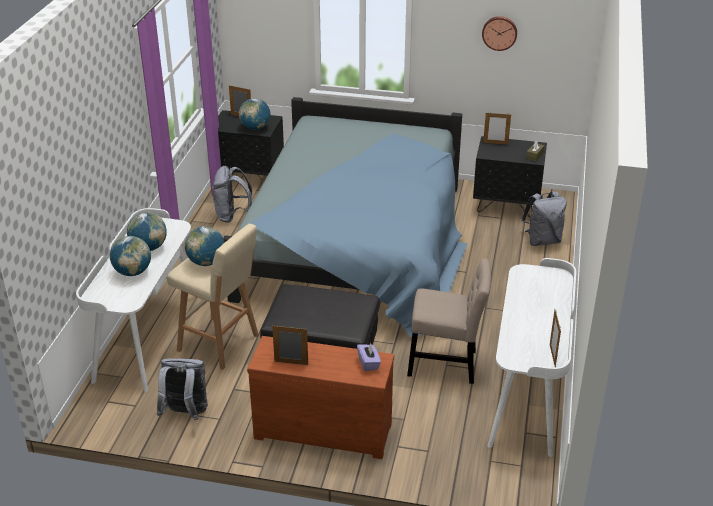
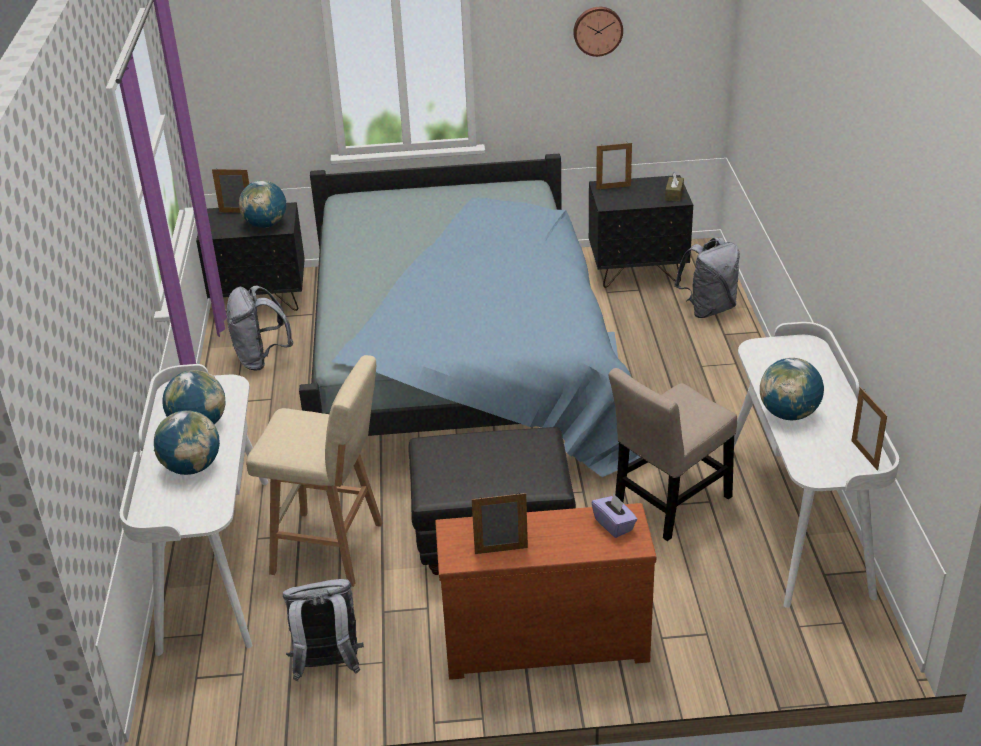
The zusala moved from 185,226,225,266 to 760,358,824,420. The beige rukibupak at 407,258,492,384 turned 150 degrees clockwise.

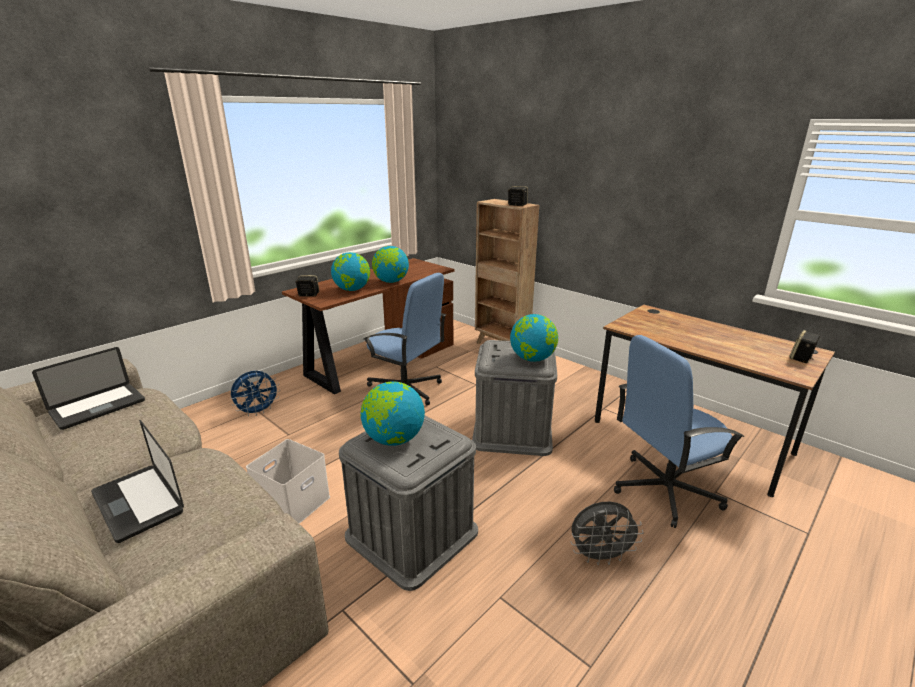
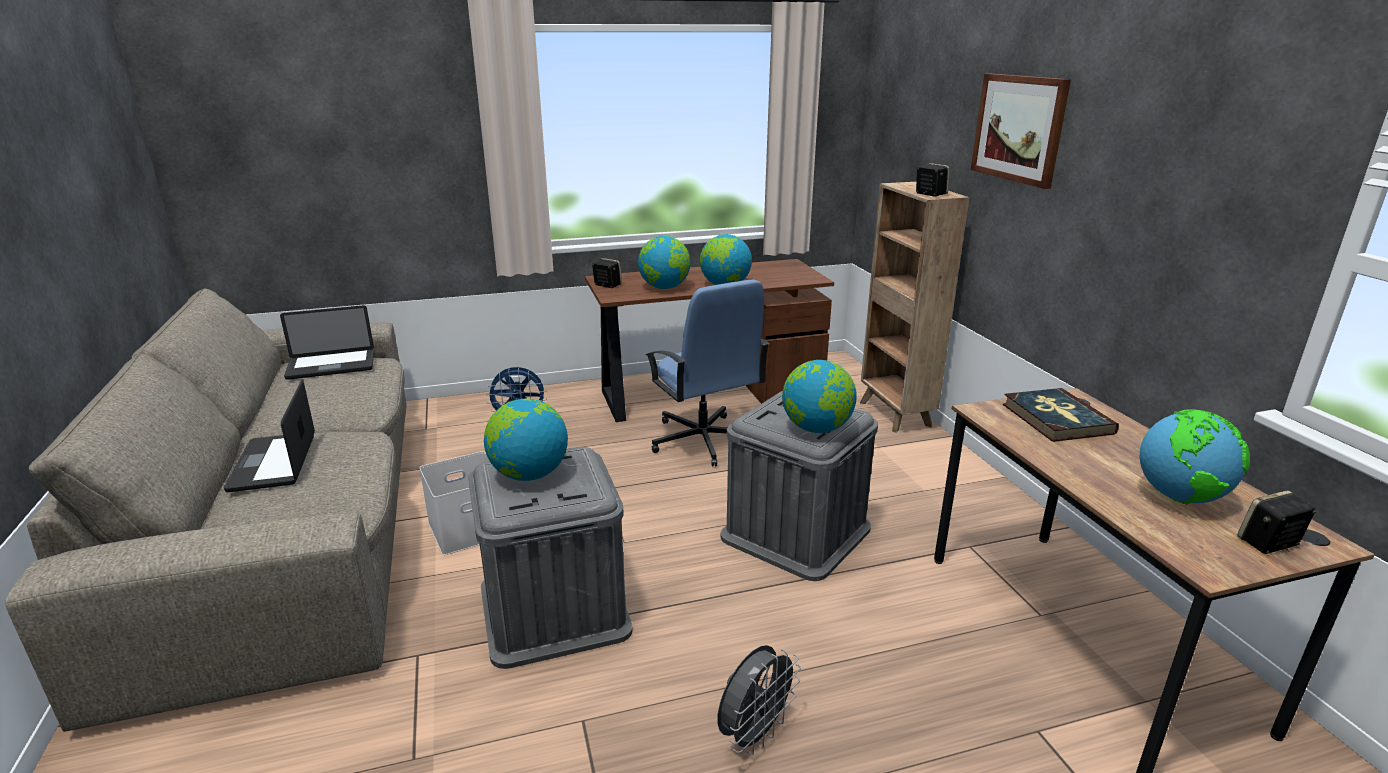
The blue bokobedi at 614,335,744,528 disappeared. The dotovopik at 971,74,1071,189 appeared. The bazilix at 1003,388,1119,442 appeared. The zusala at 1140,410,1250,504 appeared. The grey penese at 571,502,644,565 turned 75 degrees counterclockwise.

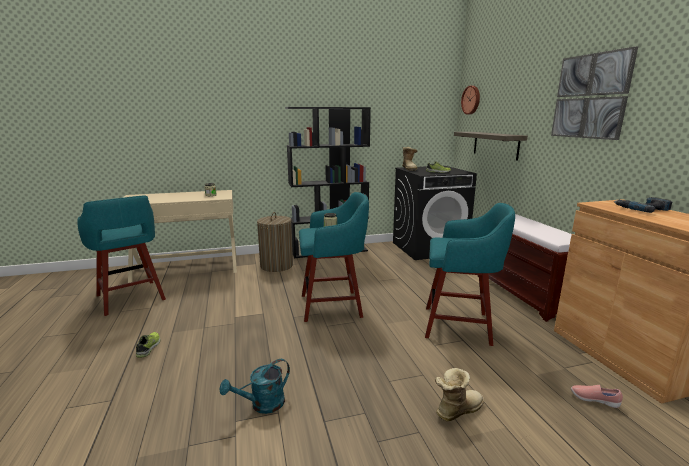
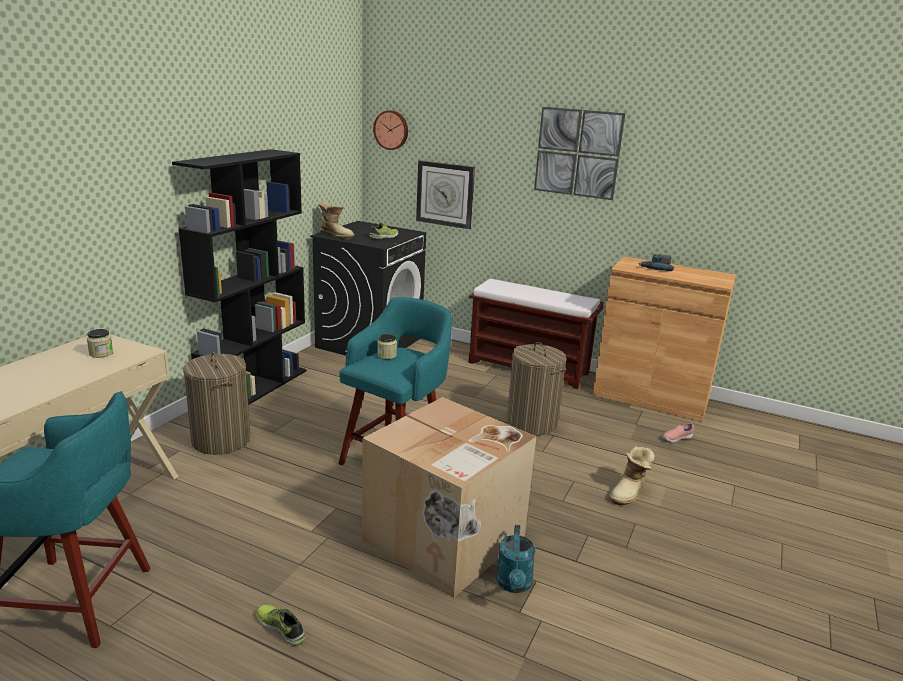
The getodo at 362,397,536,598 appeared. The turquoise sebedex at 425,203,515,346 was replaced by the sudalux at 507,342,567,435. The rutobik at 454,132,528,160 was replaced by the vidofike at 416,160,475,229. The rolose at 435,368,484,421 turned 150 degrees counterclockwise.

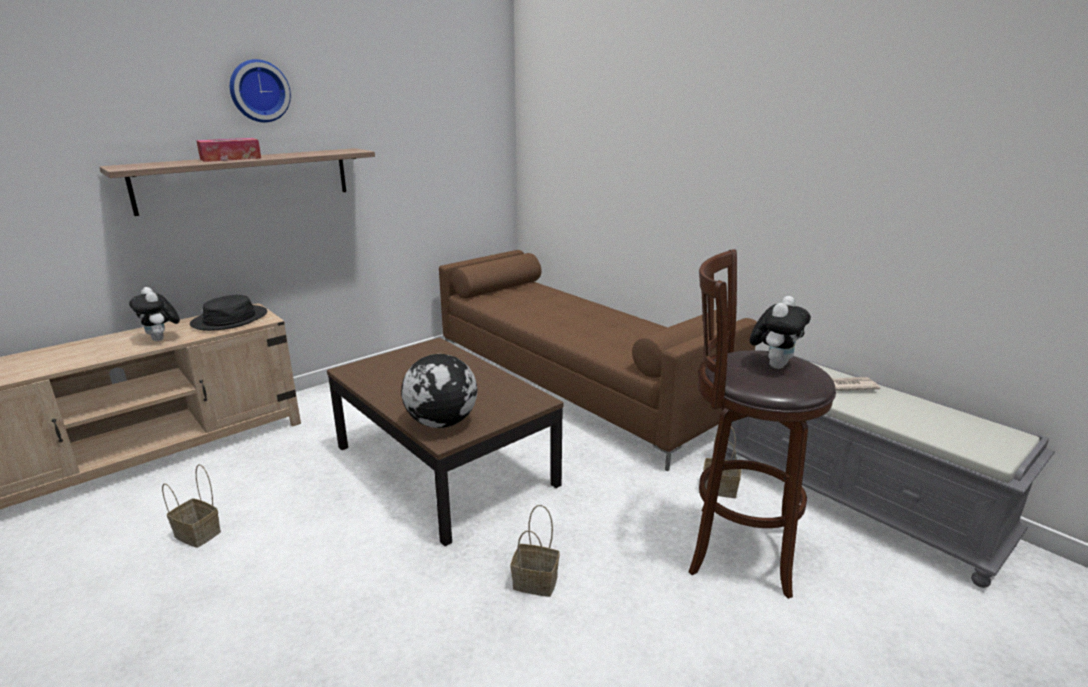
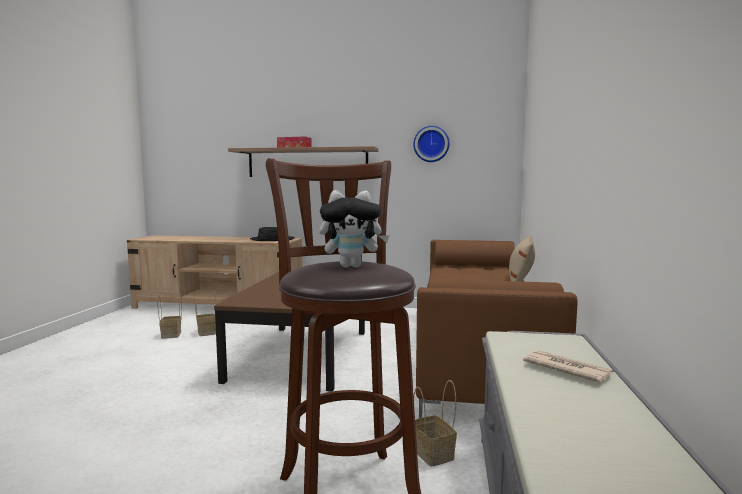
The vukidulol at 129,287,180,341 disappeared. The zusala at 401,354,477,428 disappeared. The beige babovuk at 509,235,535,282 appeared. The vidofike moved from 230,59,291,122 to 413,126,450,162. The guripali moved from 511,505,560,597 to 194,292,217,336.

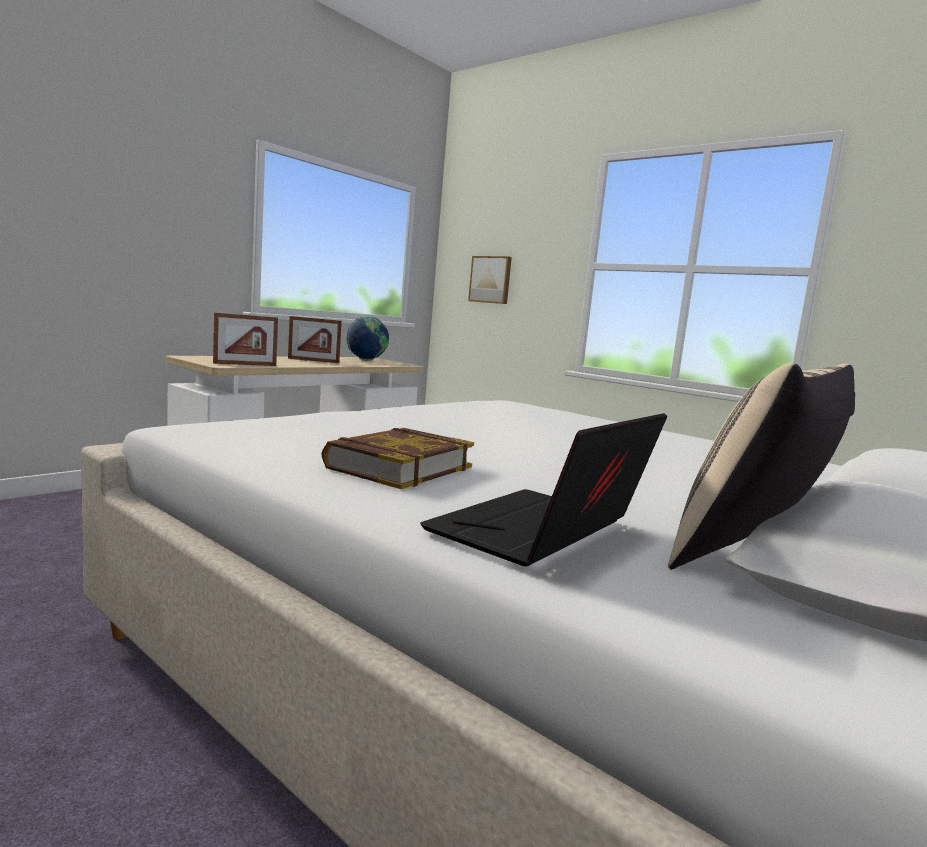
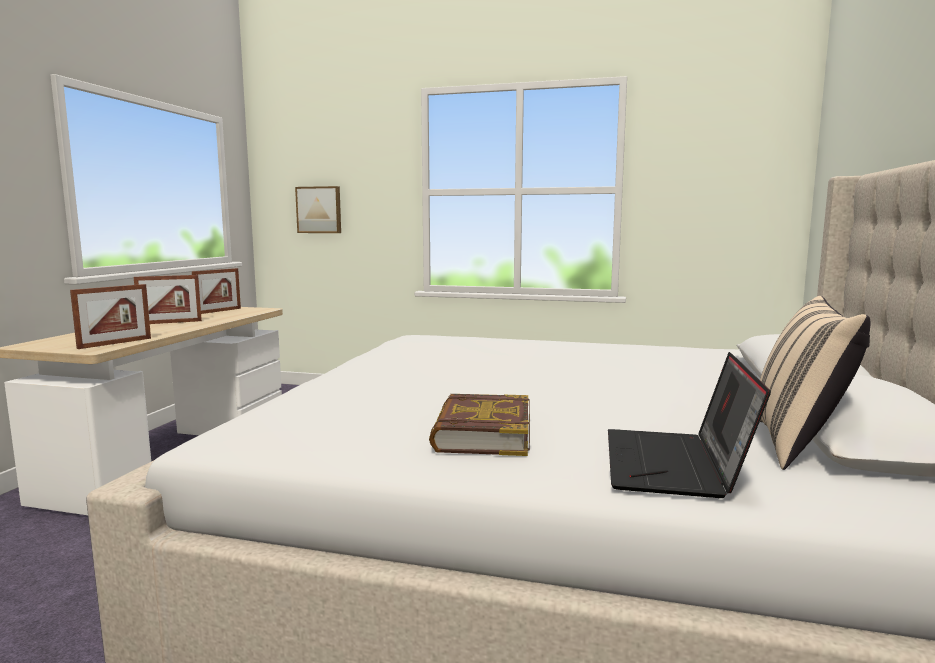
The zusala at 346,316,389,360 was replaced by the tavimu at 192,268,241,314.

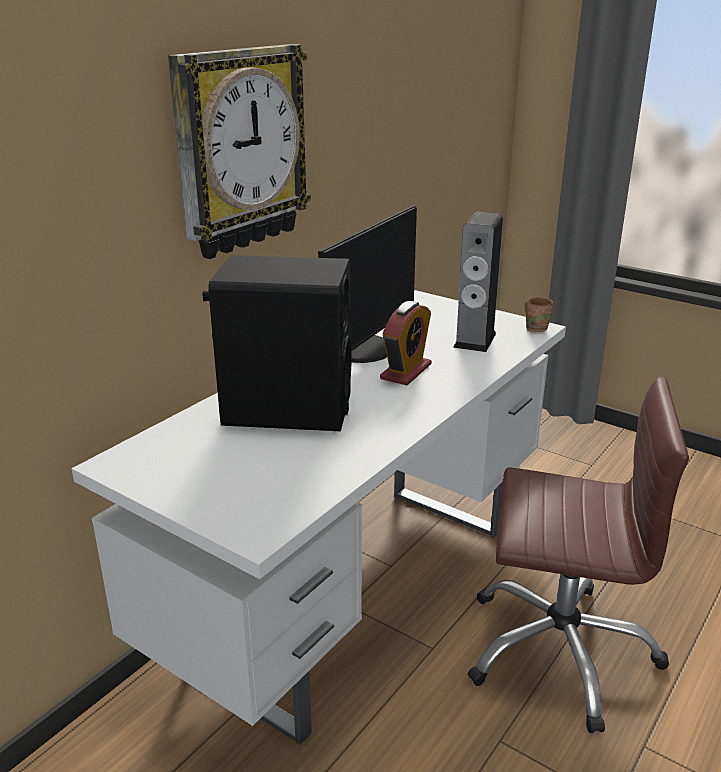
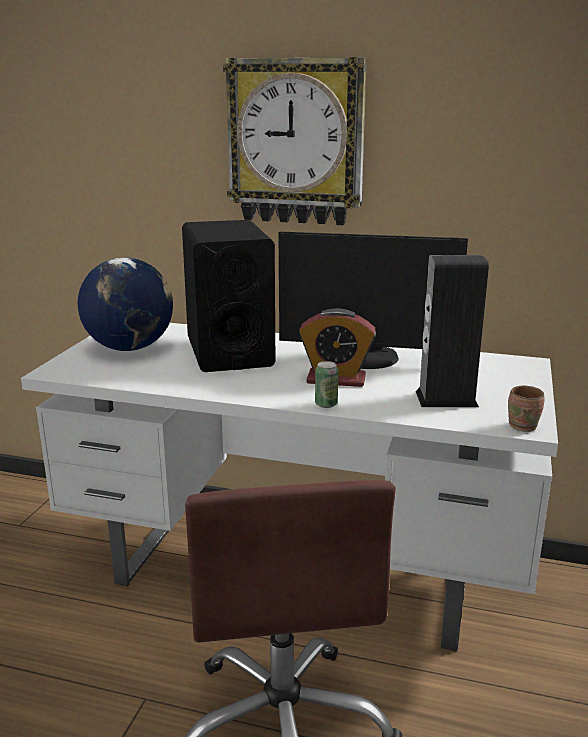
The zusala at 78,257,173,351 appeared. The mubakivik at 315,361,338,408 appeared.

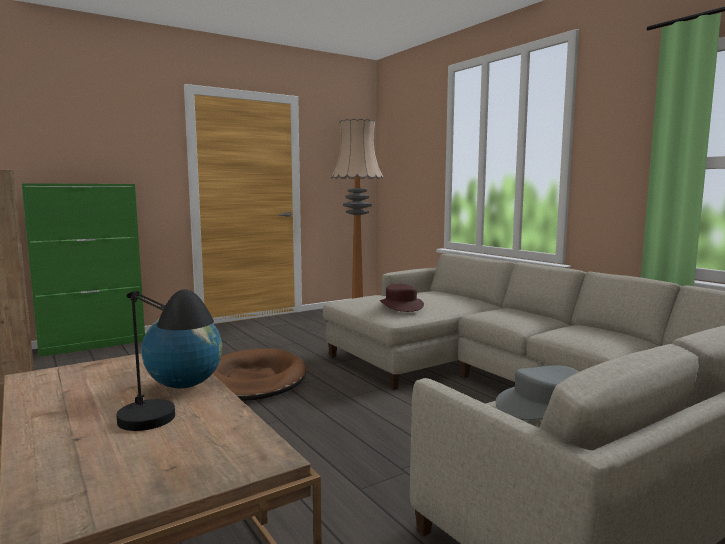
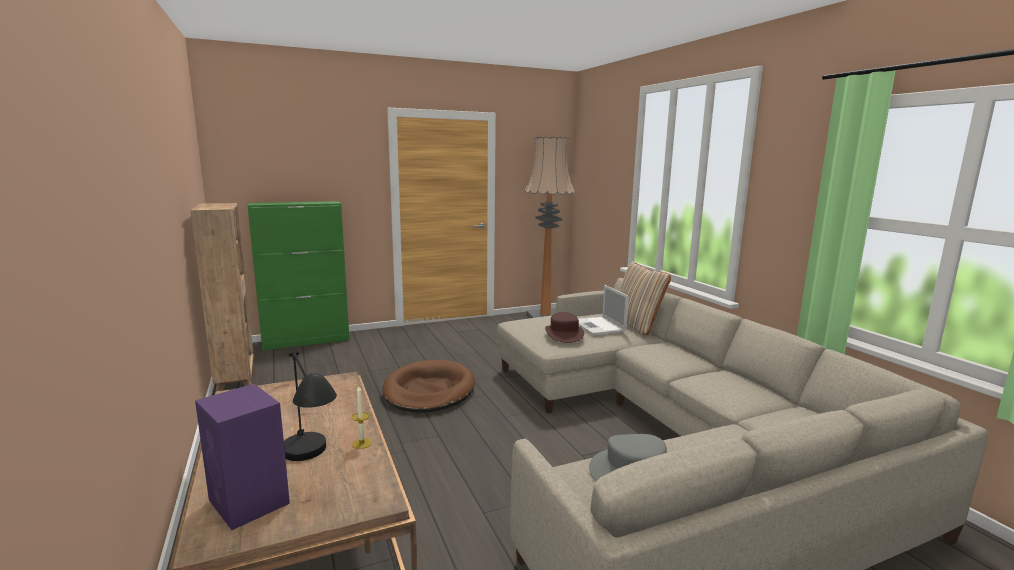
The zusala at 141,319,222,388 disappeared. The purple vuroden at 195,384,290,530 appeared. The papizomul at 352,386,372,449 appeared. The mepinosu at 578,285,629,335 appeared. The beige babovuk at 619,262,671,336 appeared.

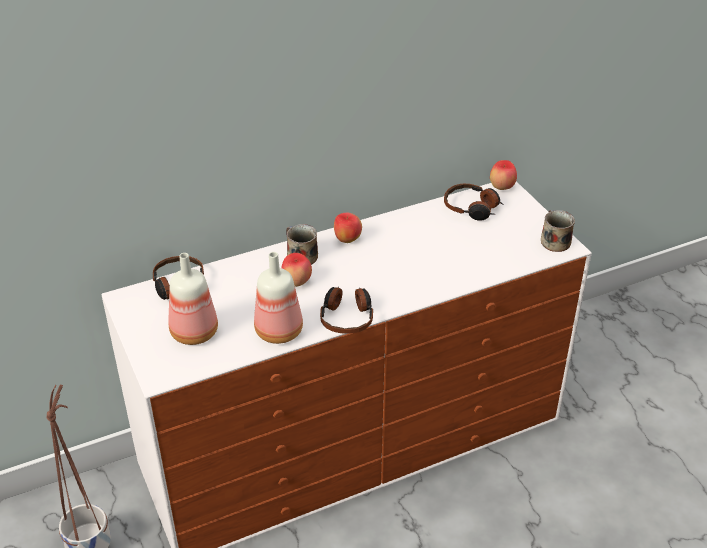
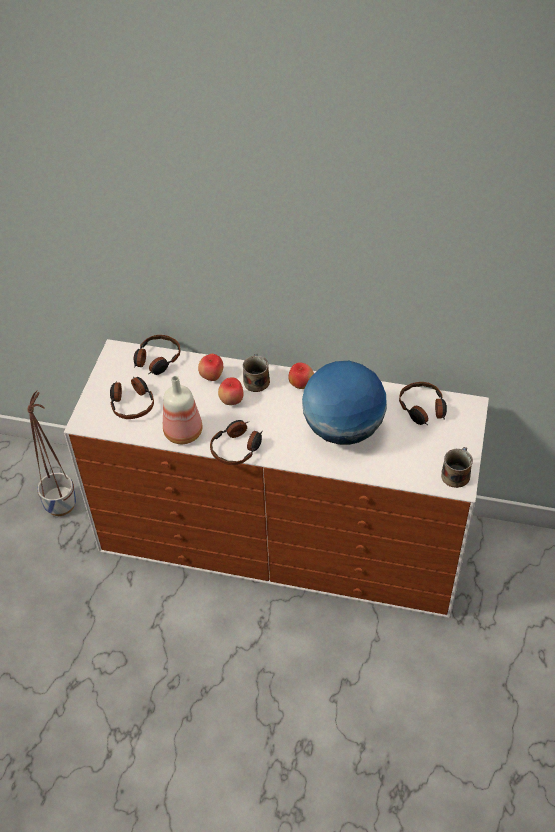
The zusala at 302,361,387,445 appeared. The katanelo moved from 490,160,517,190 to 198,354,223,381. The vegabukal at 168,253,218,345 was replaced by the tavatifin at 110,377,154,419.

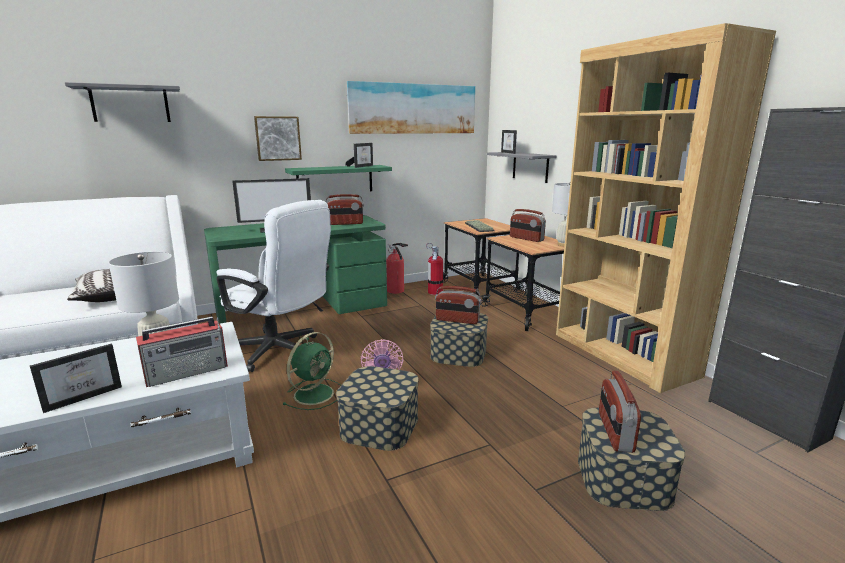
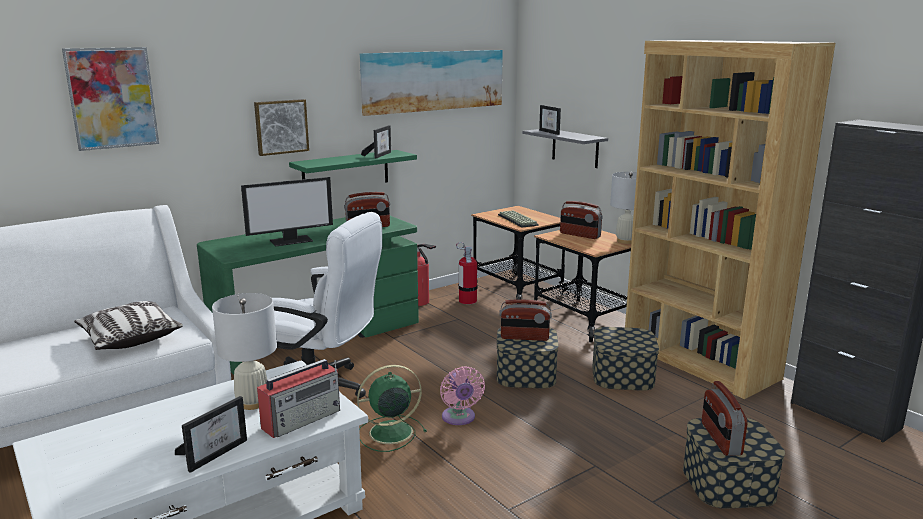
The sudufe moved from 336,366,419,451 to 592,327,659,391. The grey rutobik at 65,82,180,122 was replaced by the dotovopik at 62,47,159,151. The green penese at 282,332,341,410 turned 135 degrees counterclockwise.

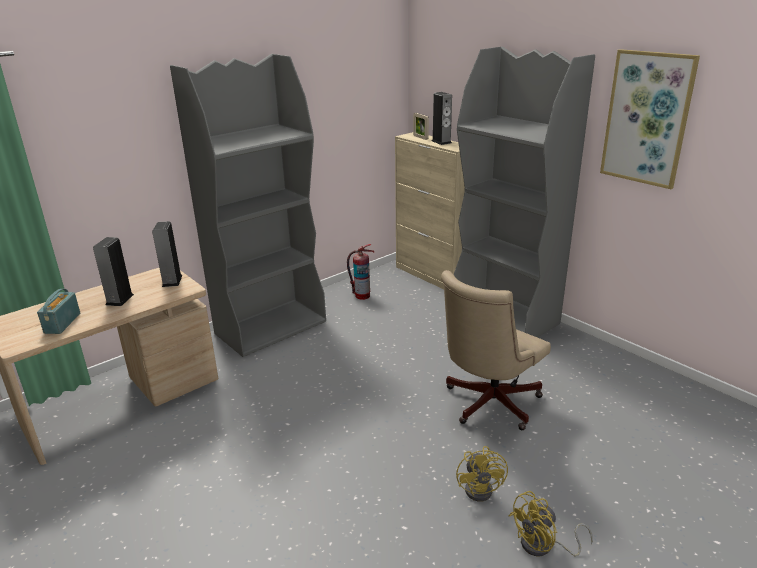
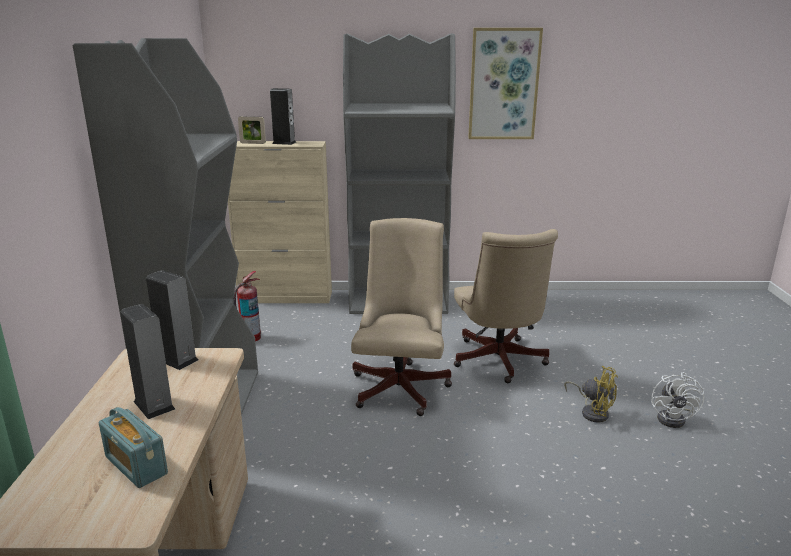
The beige bokobedi at 351,218,452,416 appeared. The yellow penese at 509,491,593,556 became the white penese at 651,372,704,428.

